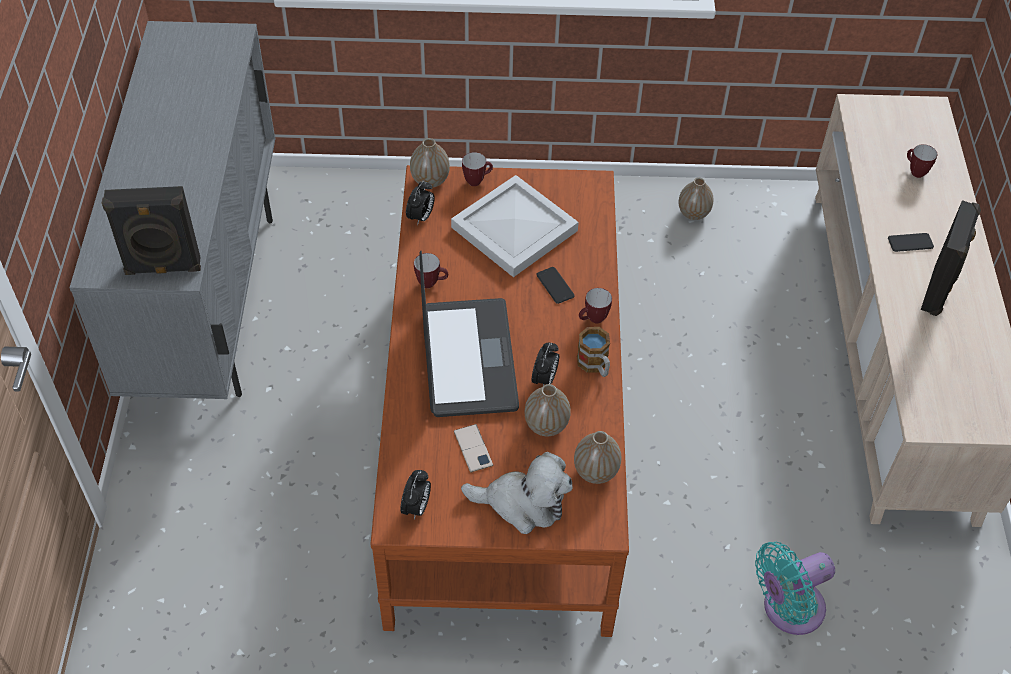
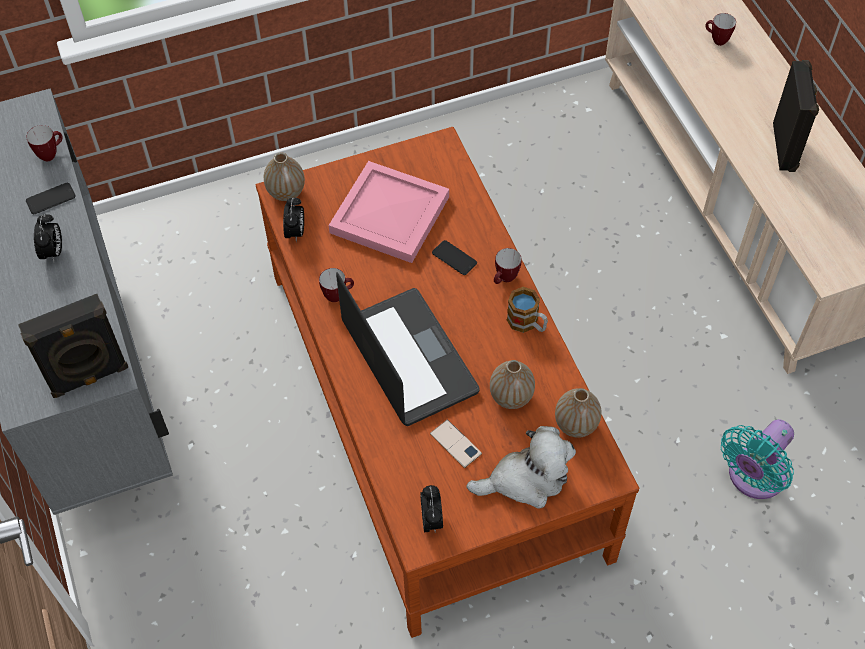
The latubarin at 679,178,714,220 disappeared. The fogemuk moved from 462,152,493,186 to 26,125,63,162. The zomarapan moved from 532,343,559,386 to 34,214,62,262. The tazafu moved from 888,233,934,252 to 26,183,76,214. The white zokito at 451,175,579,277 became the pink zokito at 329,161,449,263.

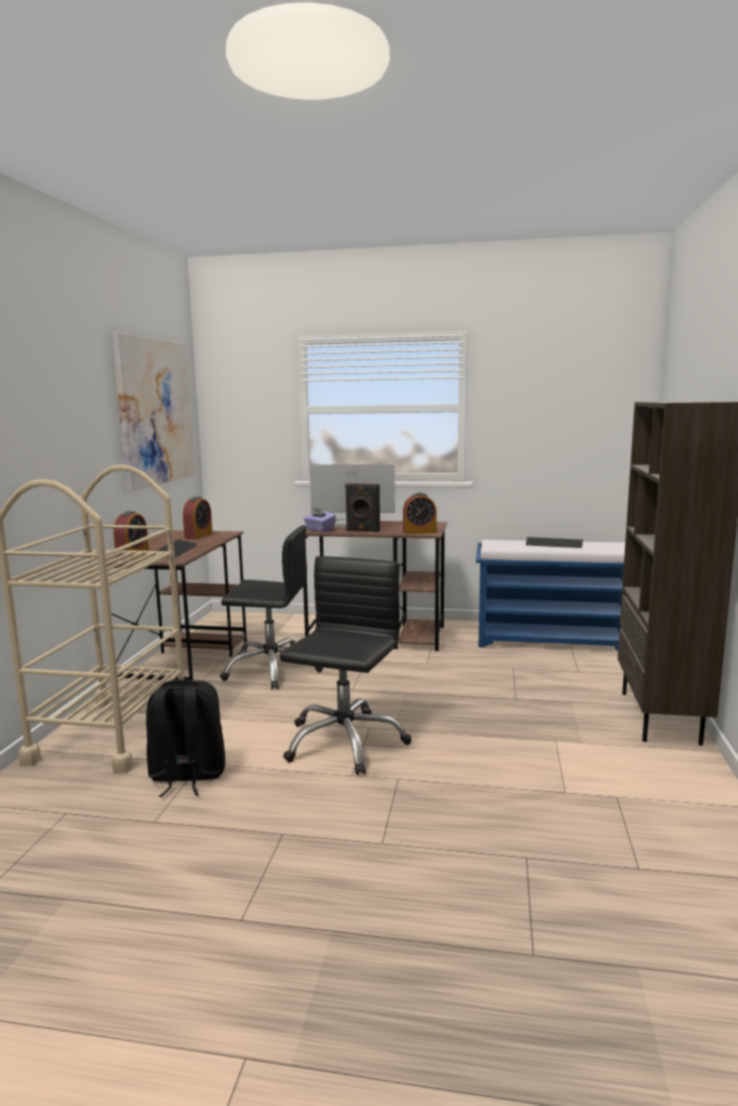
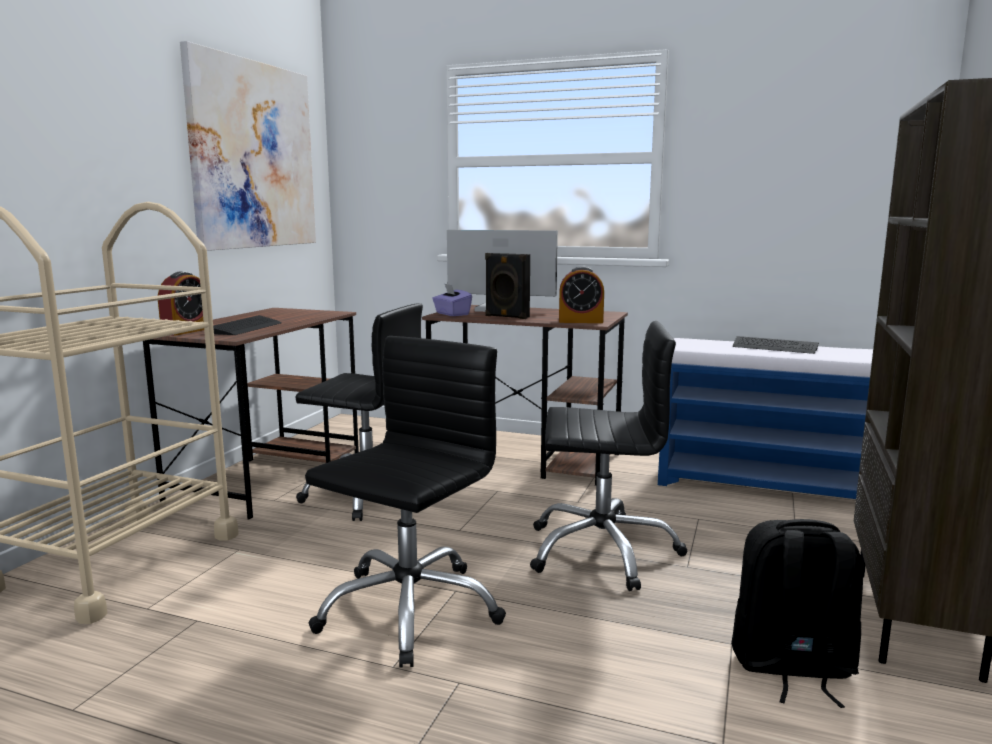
The zomarapan at 183,496,213,540 disappeared. The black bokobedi at 530,321,687,591 appeared. The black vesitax moved from 146,679,225,797 to 731,519,863,708.

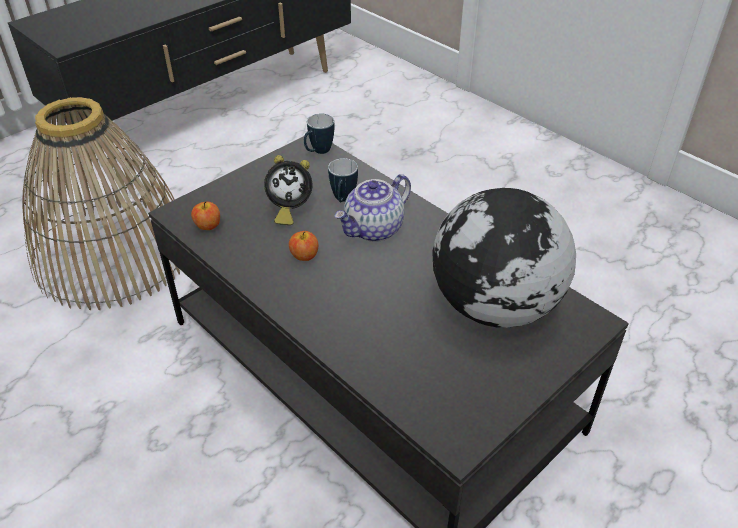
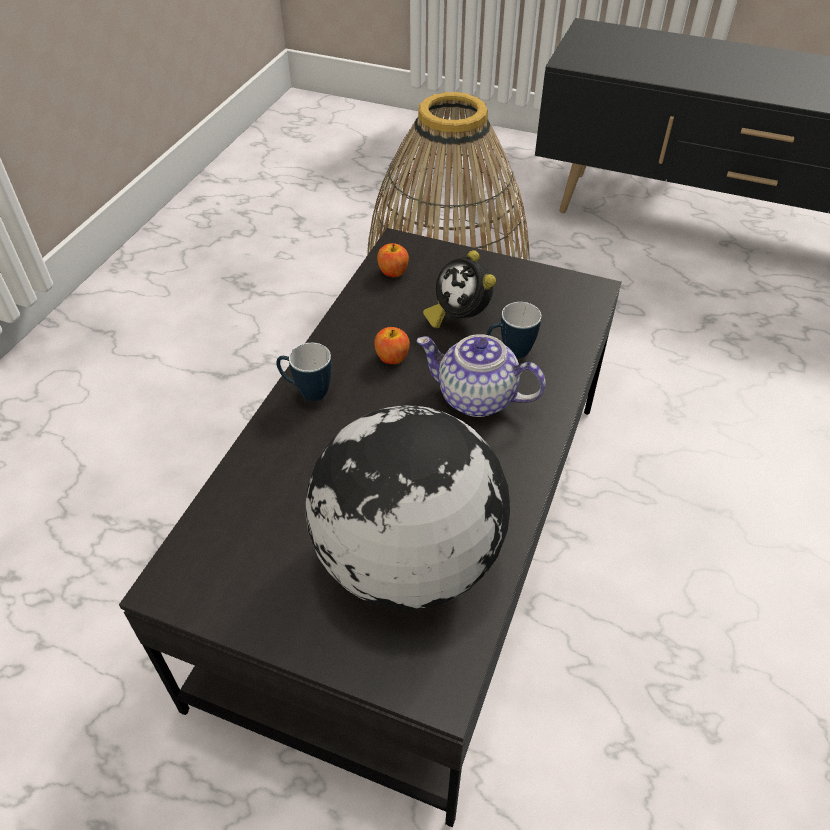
The fogemuk moved from 304,113,334,154 to 276,343,332,401.

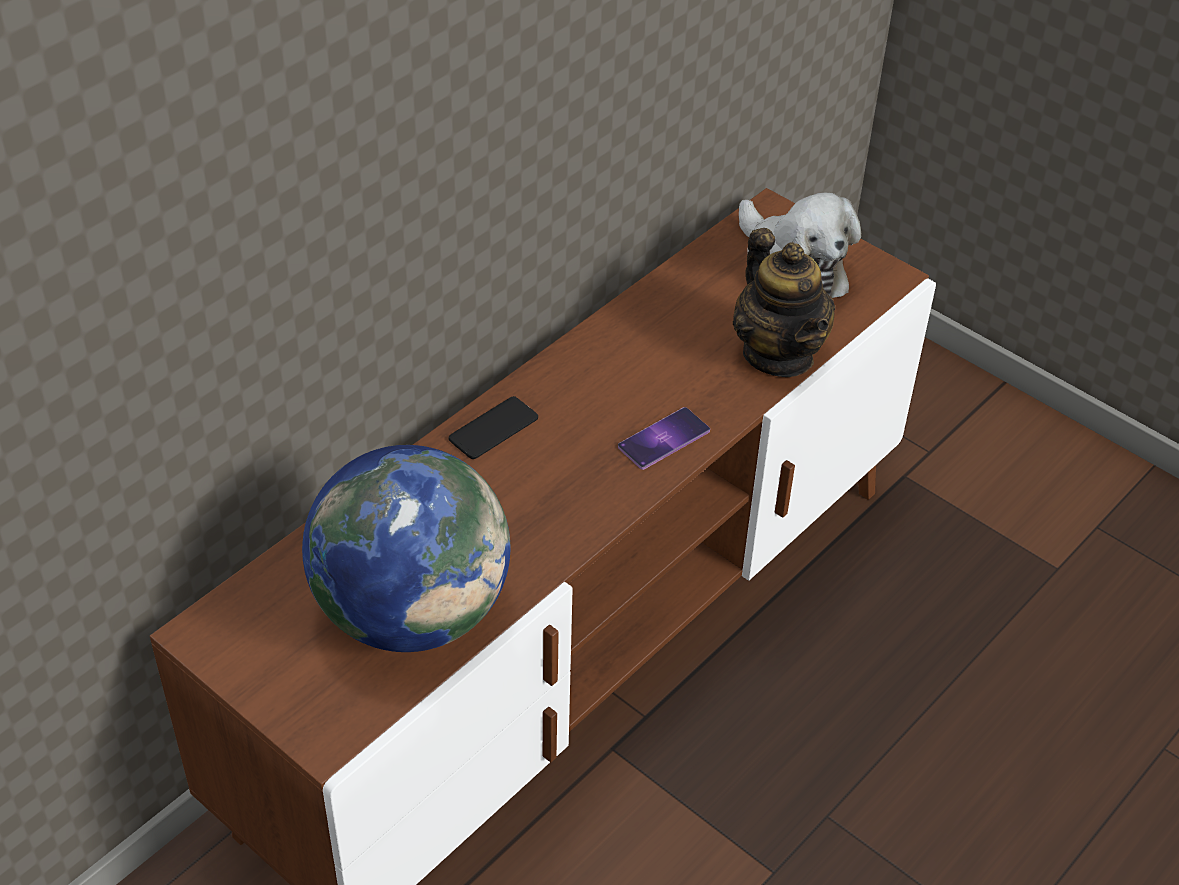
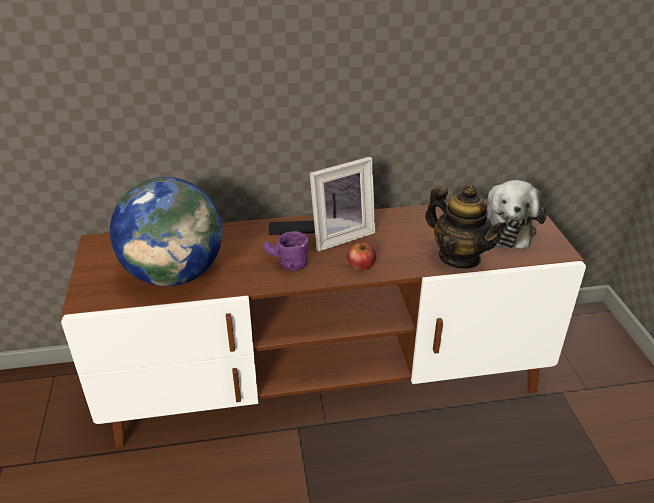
The purple fogemuk at 263,231,308,271 appeared. The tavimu at 310,157,375,251 appeared. The tazafu at 618,407,710,470 was replaced by the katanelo at 347,243,376,270. The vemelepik at 733,228,835,377 turned 60 degrees counterclockwise.

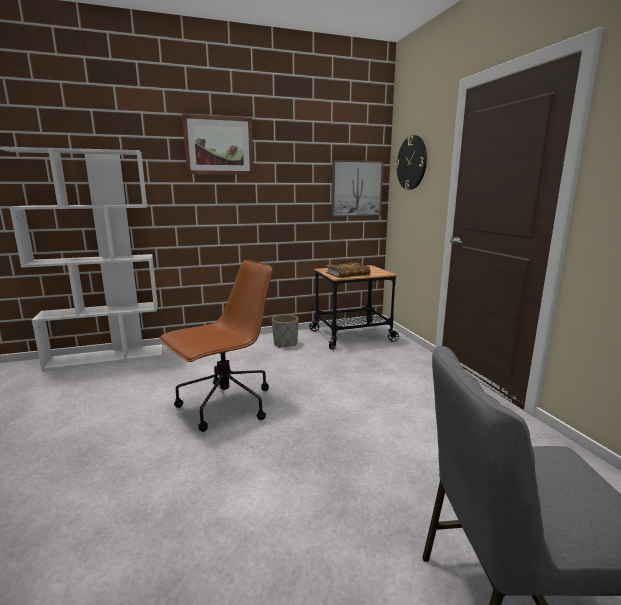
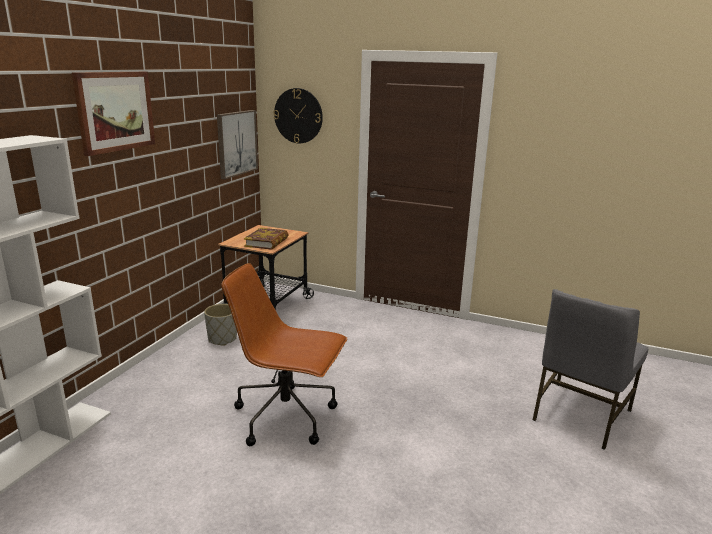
The brown bokobedi at 159,260,273,432 turned 75 degrees counterclockwise.

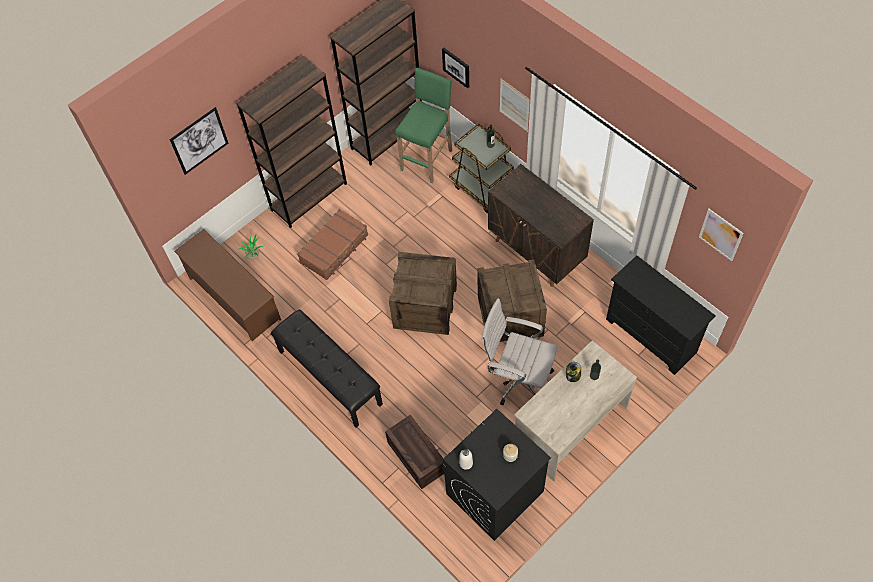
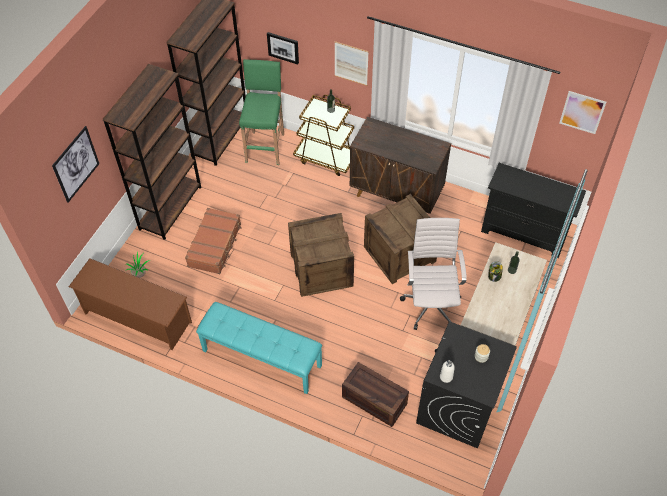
The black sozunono at 271,309,383,428 became the turquoise sozunono at 196,302,322,394. The white bokobedi at 481,299,557,405 turned 90 degrees clockwise.

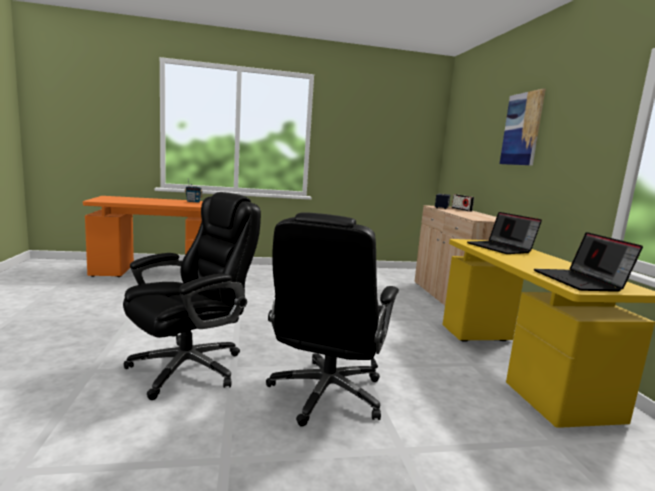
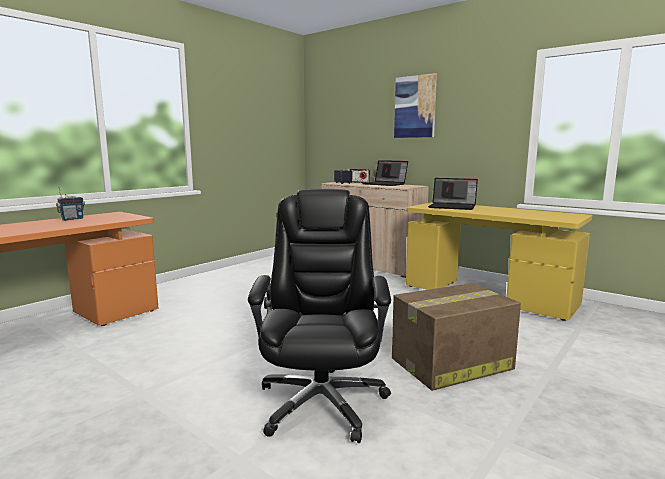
The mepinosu moved from 534,232,643,292 to 363,160,408,186. The black bokobedi at 266,212,399,427 was replaced by the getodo at 392,283,521,391.

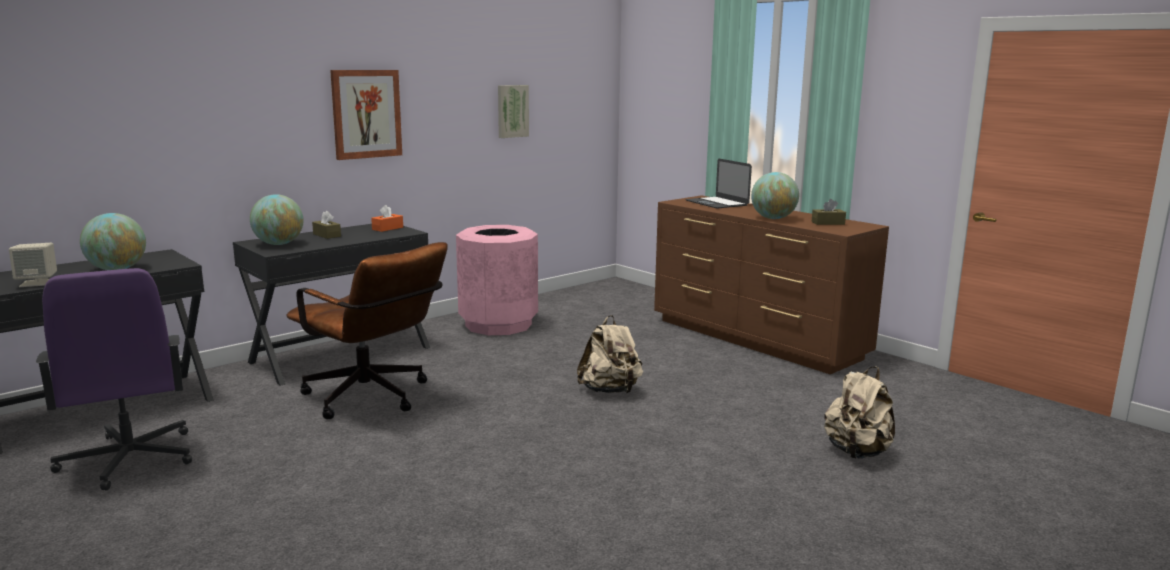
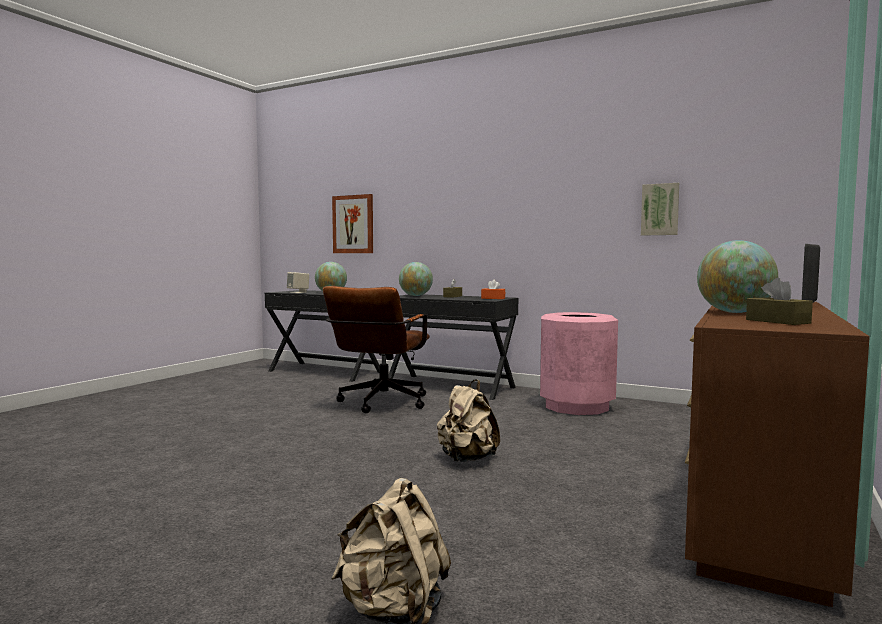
The purple bokobedi at 36,268,192,490 disappeared. The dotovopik moved from 330,70,402,160 to 332,194,373,253.

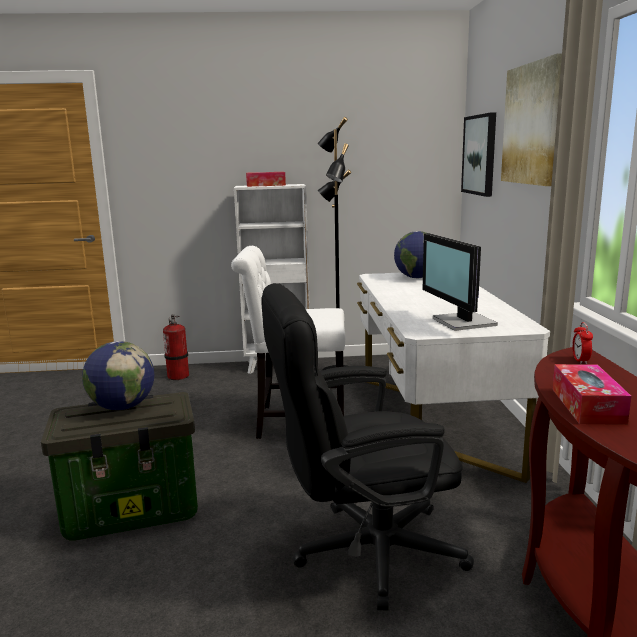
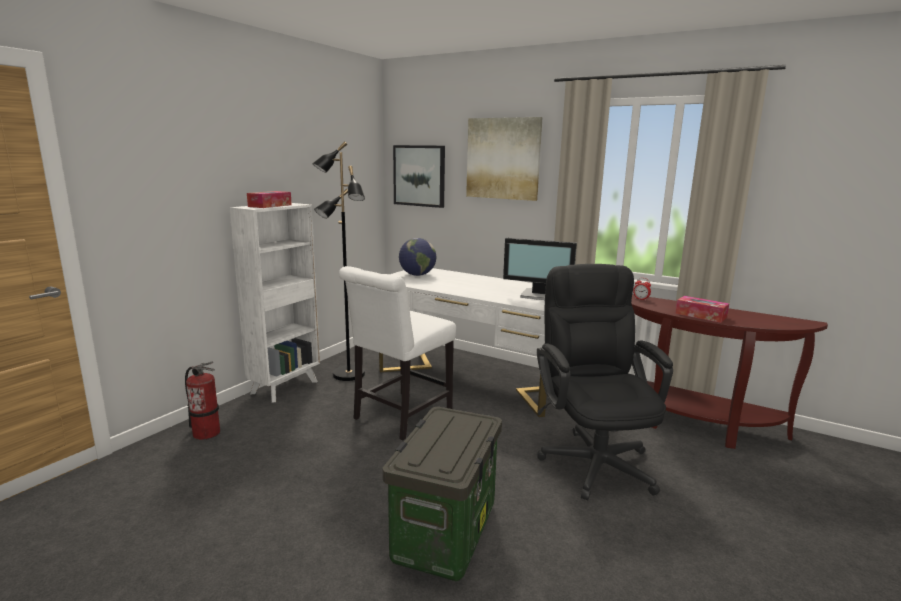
The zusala at 82,341,154,410 disappeared. The black bokobedi at 261,283,474,610 turned 150 degrees clockwise.

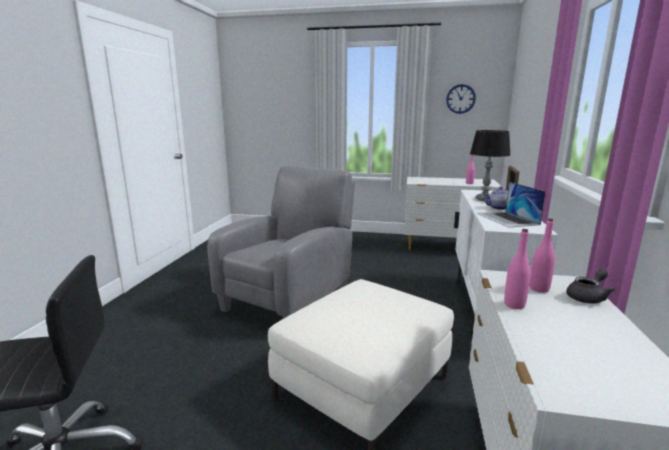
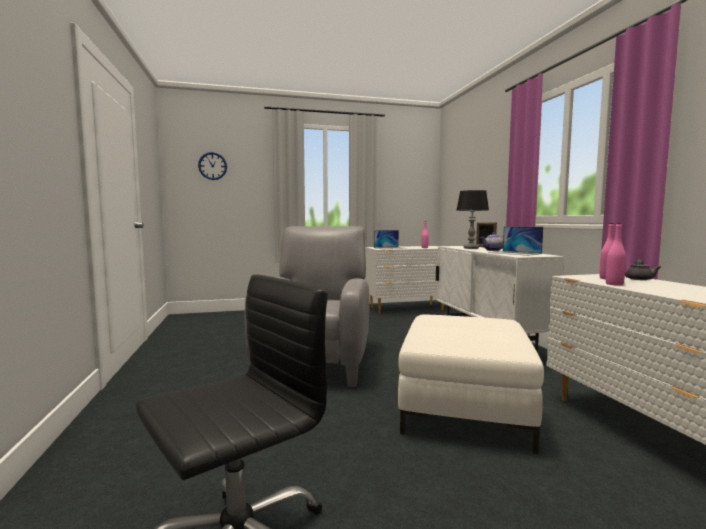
The mepinosu at 374,230,407,249 appeared. The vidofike moved from 446,84,476,114 to 198,152,227,180.

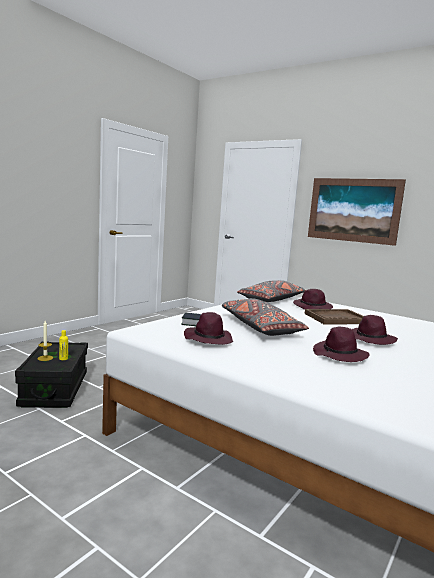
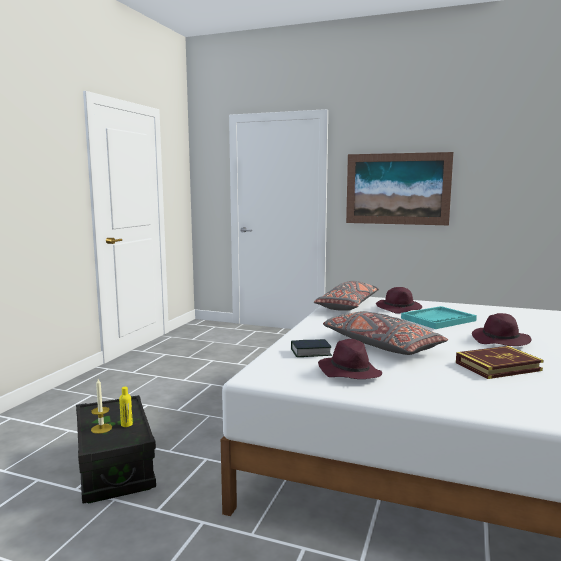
The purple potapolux at 313,327,370,362 was replaced by the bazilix at 456,346,544,379. The brown zokito at 305,309,364,324 became the turquoise zokito at 401,306,477,329.

